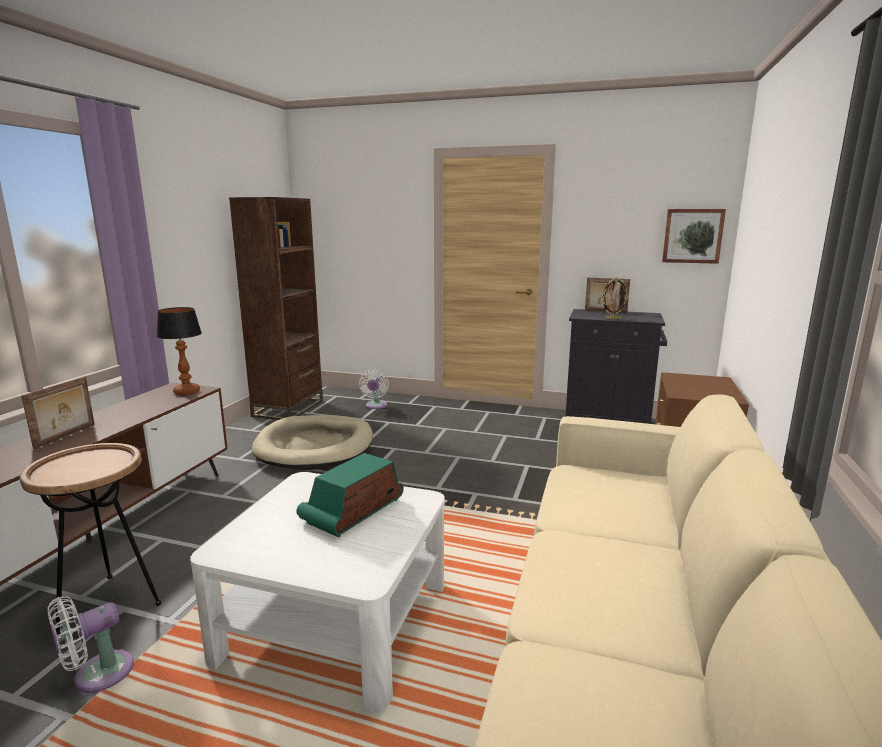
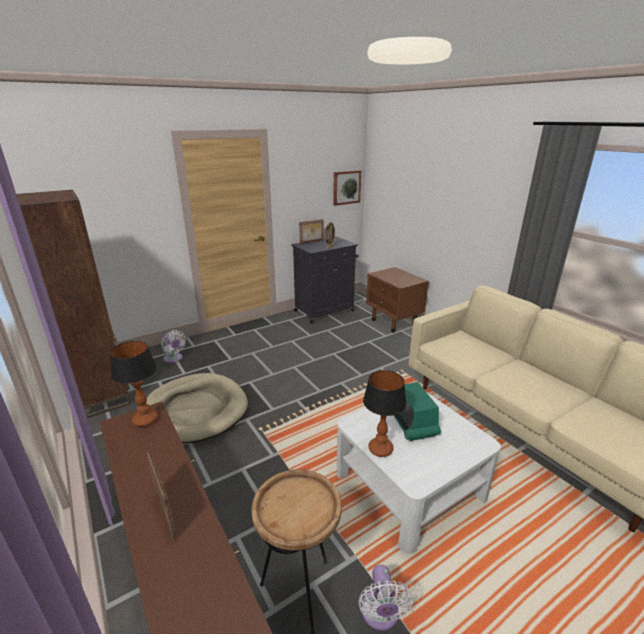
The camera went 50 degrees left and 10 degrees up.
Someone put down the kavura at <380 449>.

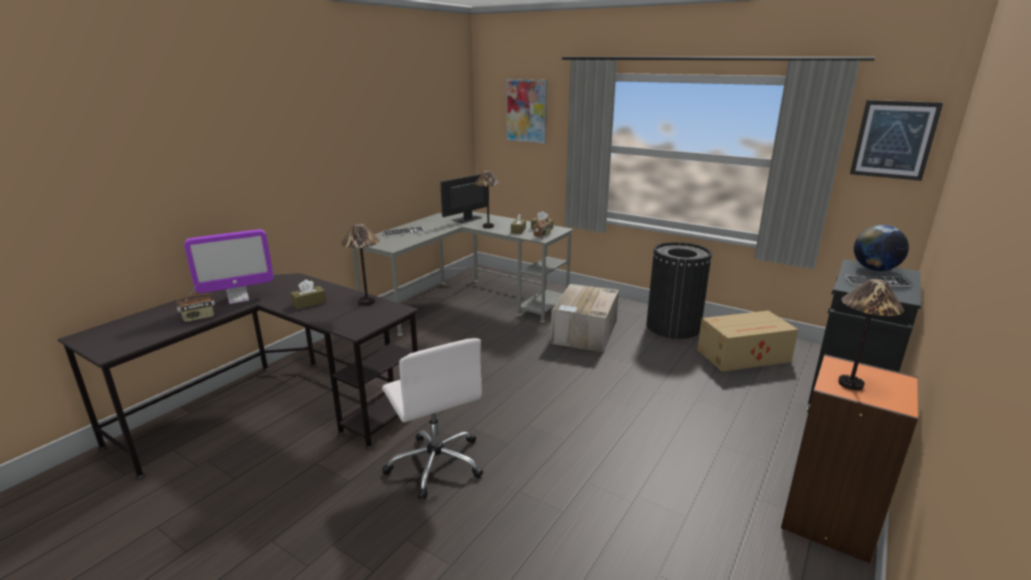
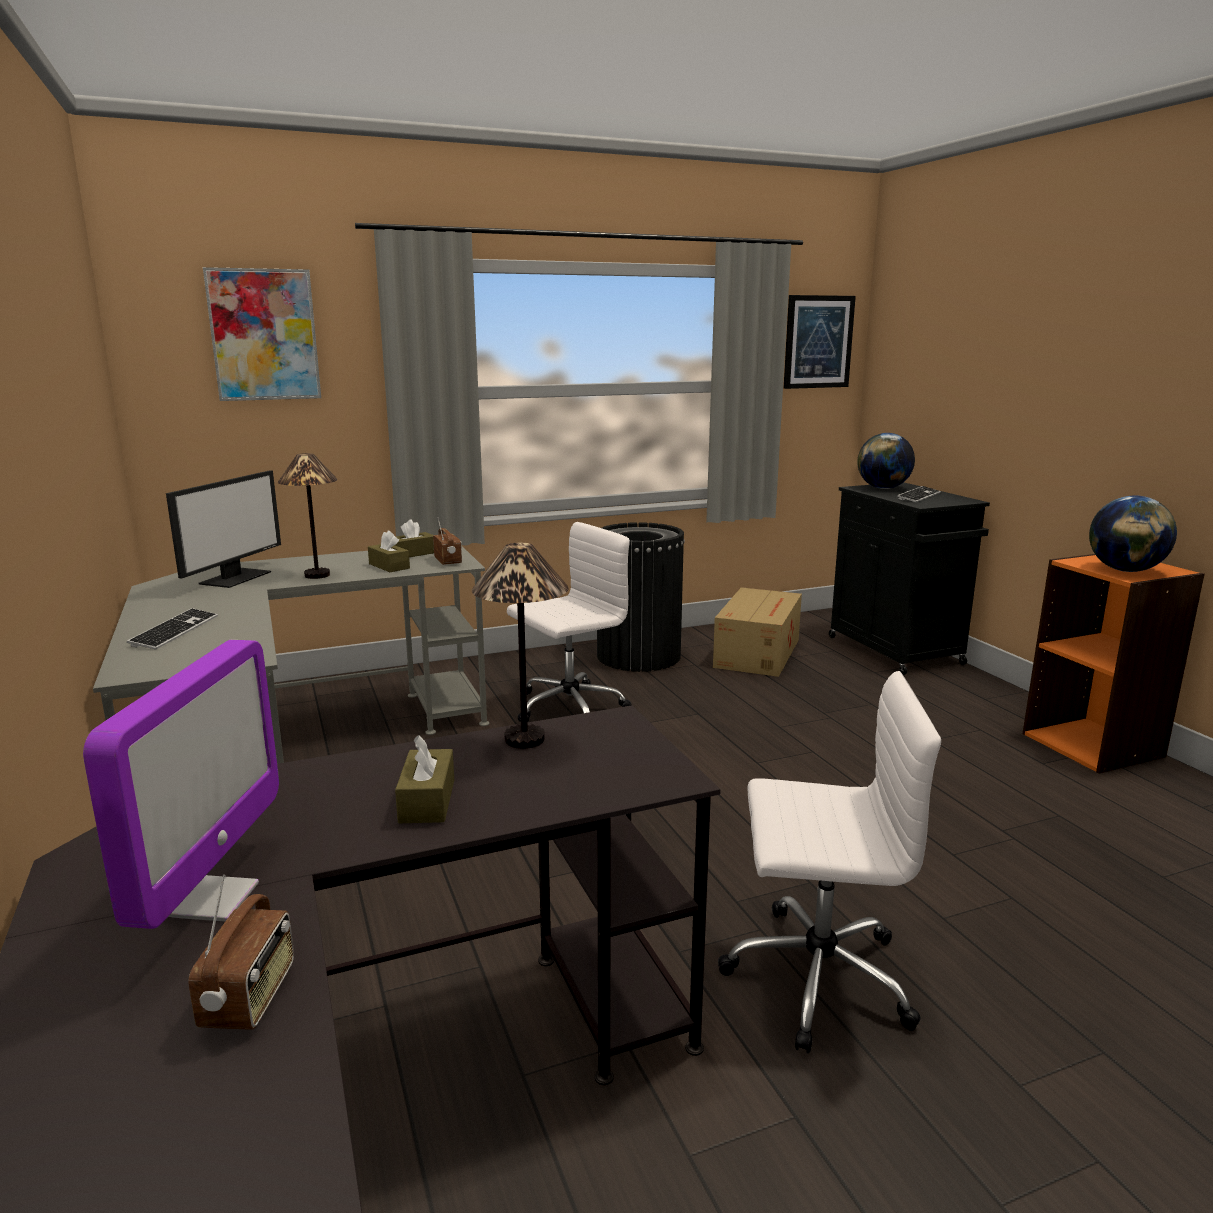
The camera went 55 degrees left and 5 degrees down.
Someone swapped the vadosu at <584 332> for the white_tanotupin at <568 709>.
Someone swapped the kavura at <850 384> for the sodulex at <1125 570>.
Someone rotated the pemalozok at <466 219> by 150 degrees counterclockwise.

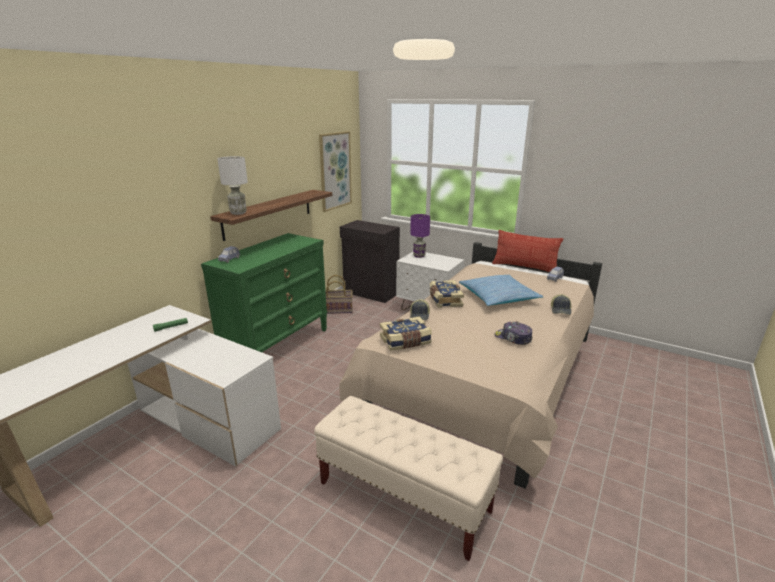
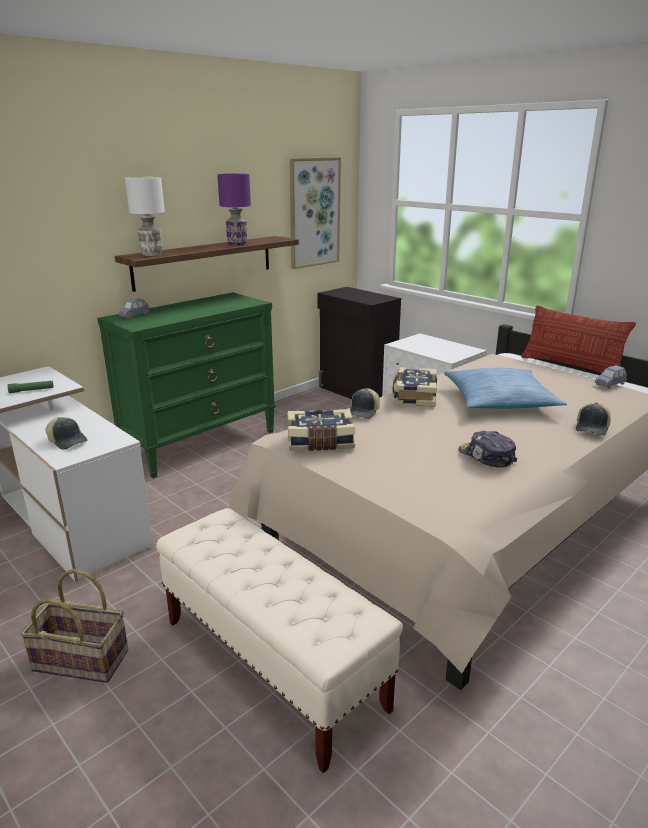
The camera went 15 degrees right and 0 degrees up.
Someone put down the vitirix at <68 441>.
Someone carried the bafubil from <337 309> to <82 659>.
Someone carried the purple_kavura from <419 256> to <237 244>.

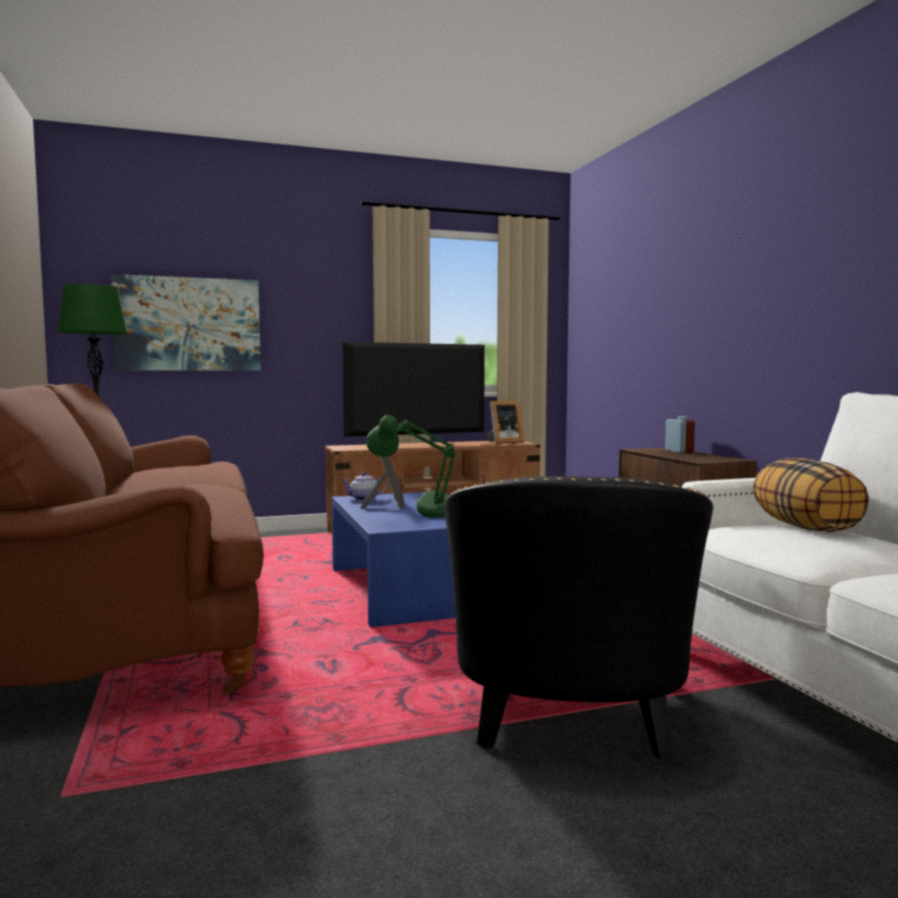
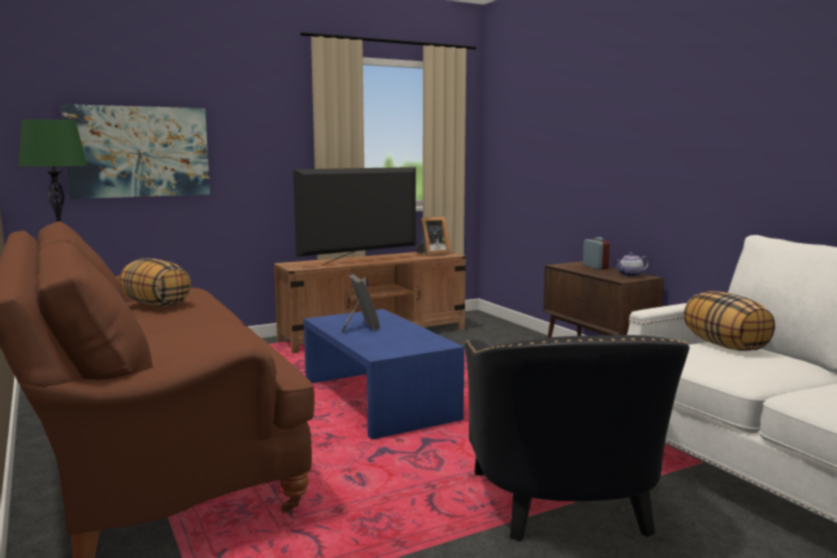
The camera went 10 degrees left and 5 degrees up.
Someone took away the green_kavura at <417 520>.
Someone put down the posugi at <156 304>.
Someone carried the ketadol from <363 499> to <630 275>.

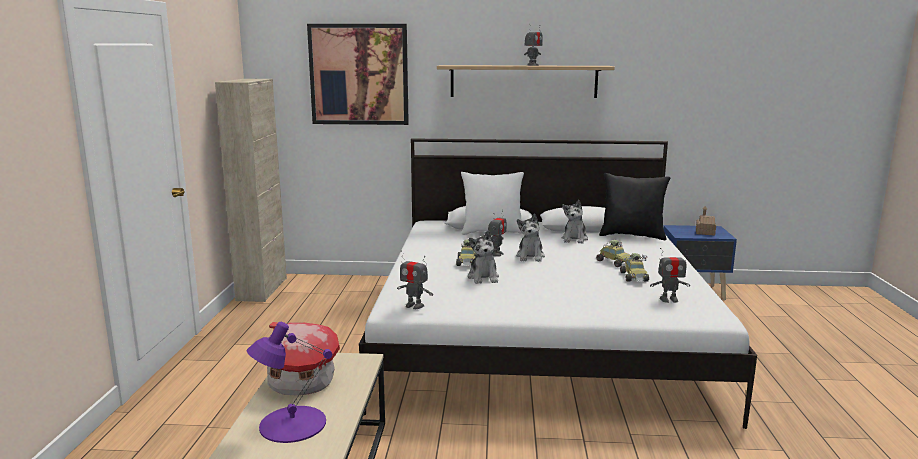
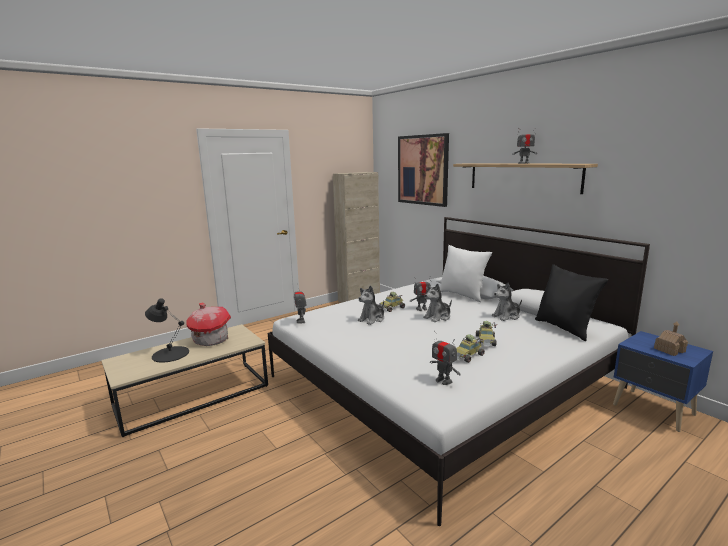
The camera went 50 degrees right and 0 degrees up.
Someone repainted the purple_kavura at <291 424>, which became the black_kavura at <170 354>.

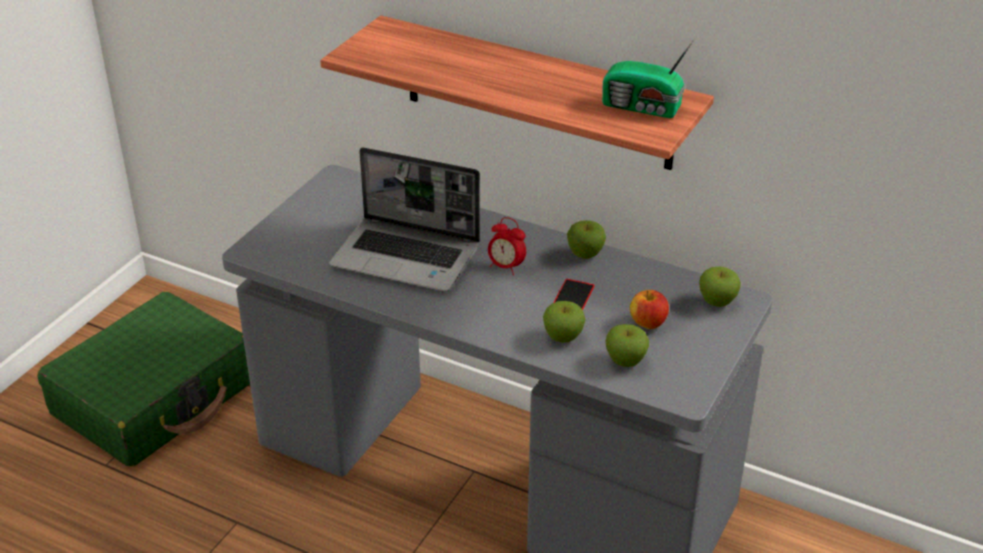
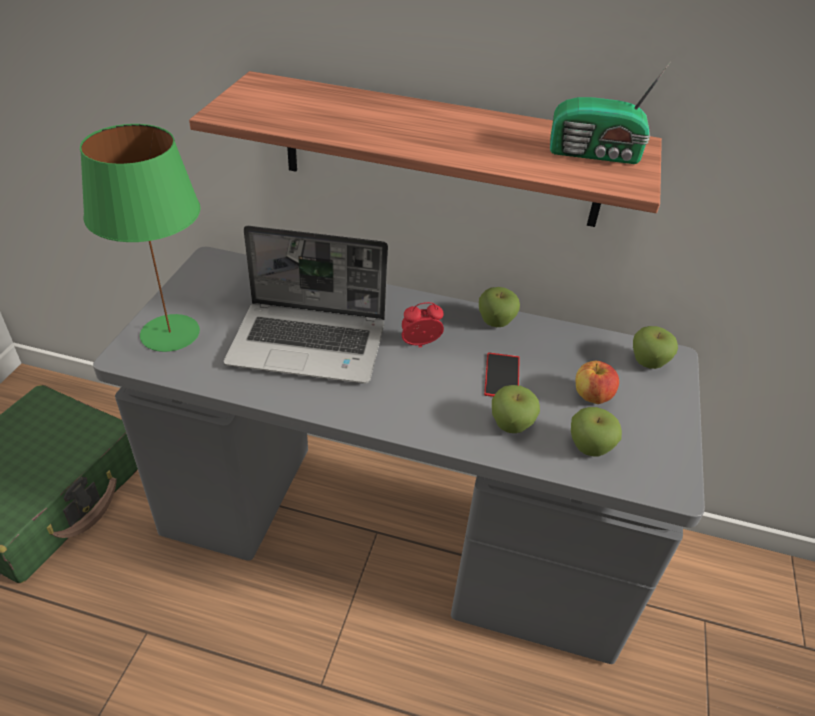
The camera went 15 degrees left and 5 degrees up.
Someone put down the green_kavura at <169 333>.
Someone rotated the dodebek at <506 267> by 150 degrees clockwise.

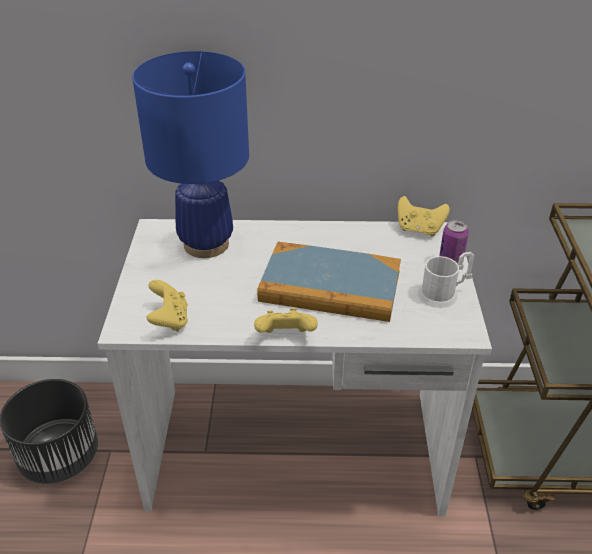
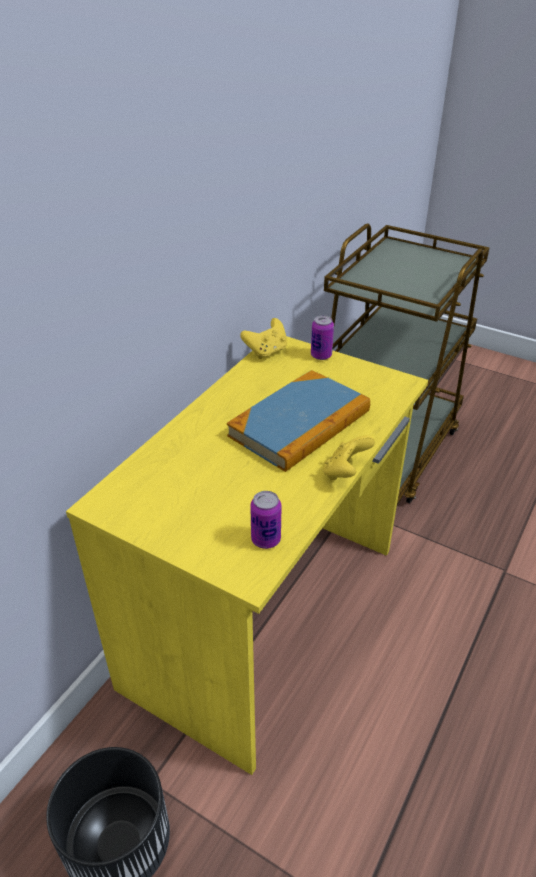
The camera went 60 degrees left and 0 degrees up.
Someone took away the blue_kavura at <206 244>.
Someone took away the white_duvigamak at <443 294>.
Someone swapped the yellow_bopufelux at <169 320> for the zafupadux at <266 539>.
Someone repainted the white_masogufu at <297 452>, which became the yellow_masogufu at <268 615>.

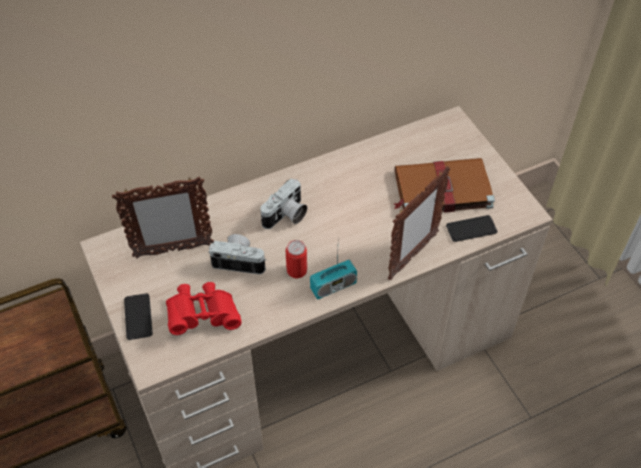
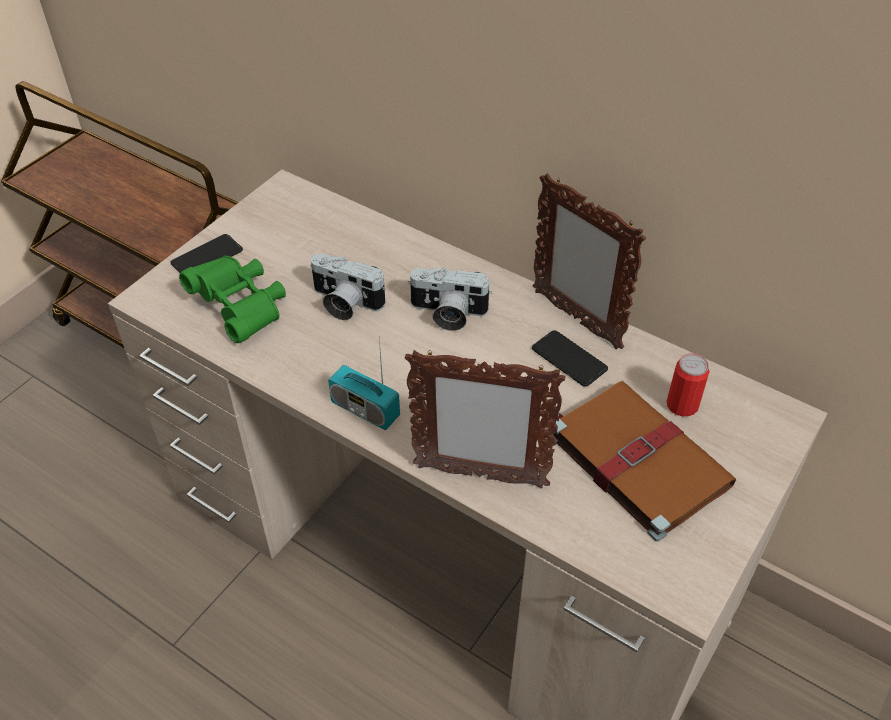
The camera went 60 degrees right and 5 degrees down.
Someone carried the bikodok from <172 250> to <575 319>.
Someone carried the zafupadux from <297 270> to <682 405>.
Someone carried the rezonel from <471 229> to <569 359>.
Someone repainted the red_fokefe at <203 315>, which became the green_fokefe at <241 308>.
Someone rotated the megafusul at <240 260> by 135 degrees clockwise.

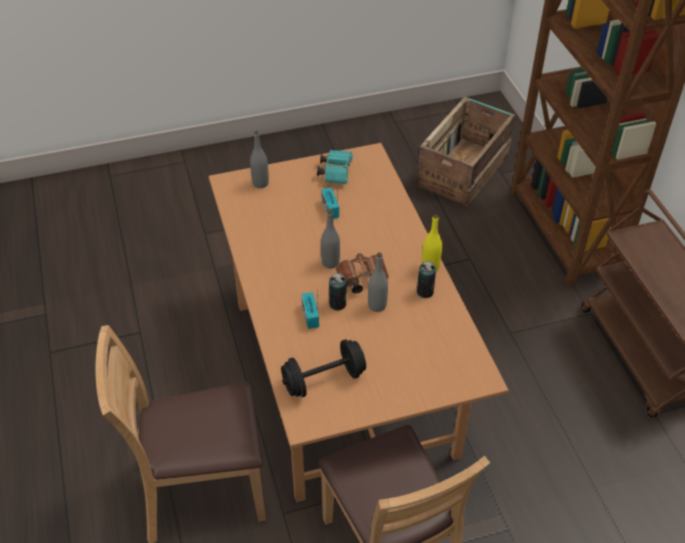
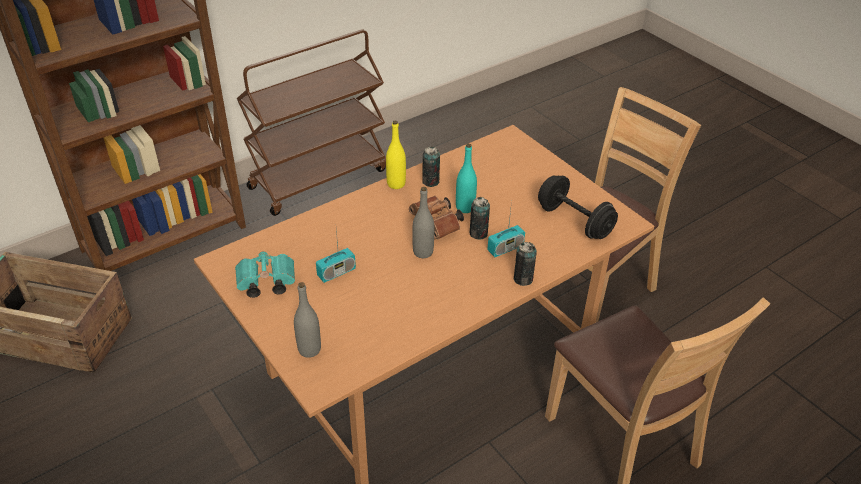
The camera went 110 degrees left and 5 degrees down.
Someone put down the zafupadux at <523 279>.
Someone repainted the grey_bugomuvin at <377 305>, which became the turquoise_bugomuvin at <465 208>.

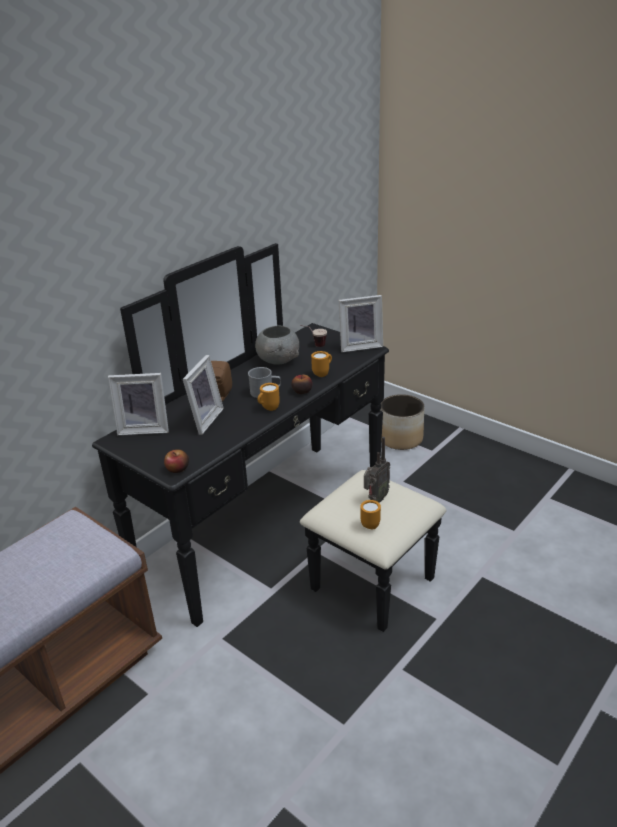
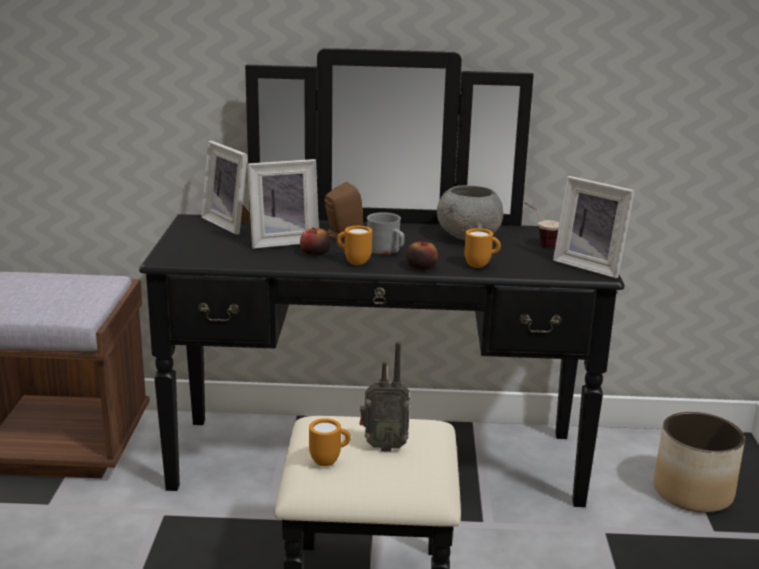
The camera went 50 degrees right and 10 degrees down.
Someone carried the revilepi from <178 469> to <315 253>.

